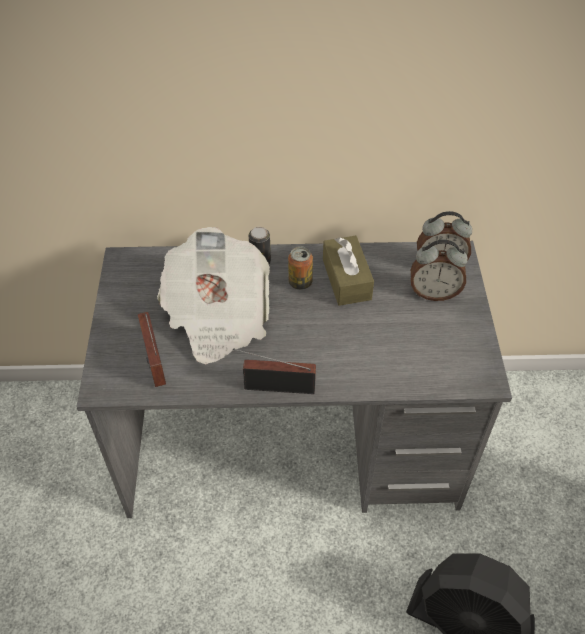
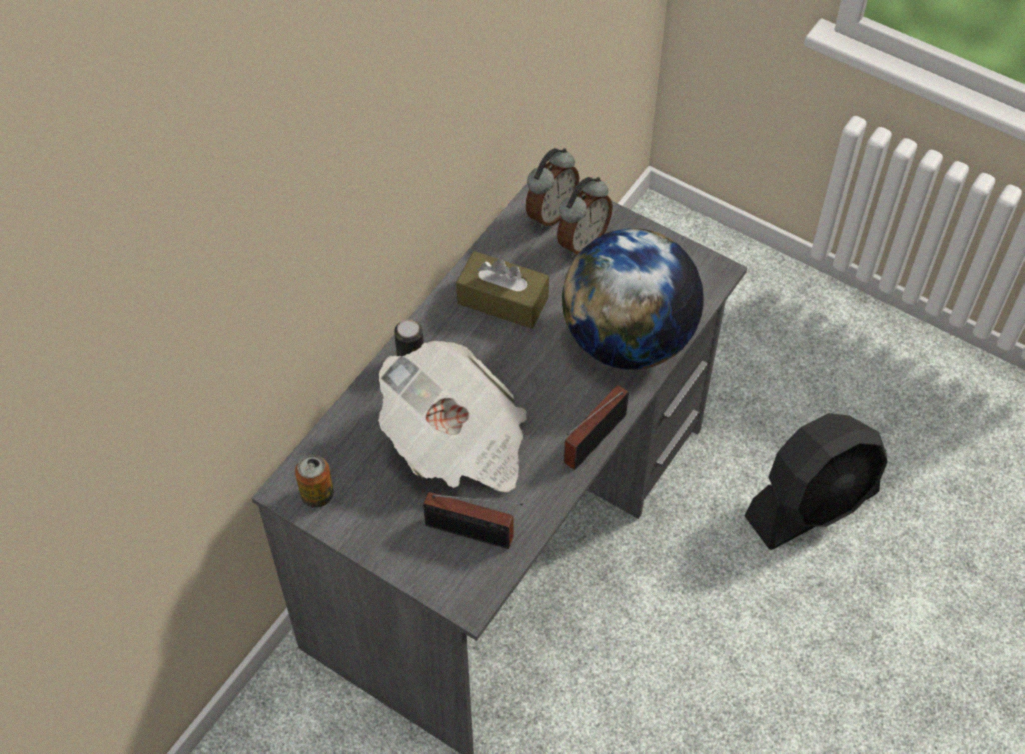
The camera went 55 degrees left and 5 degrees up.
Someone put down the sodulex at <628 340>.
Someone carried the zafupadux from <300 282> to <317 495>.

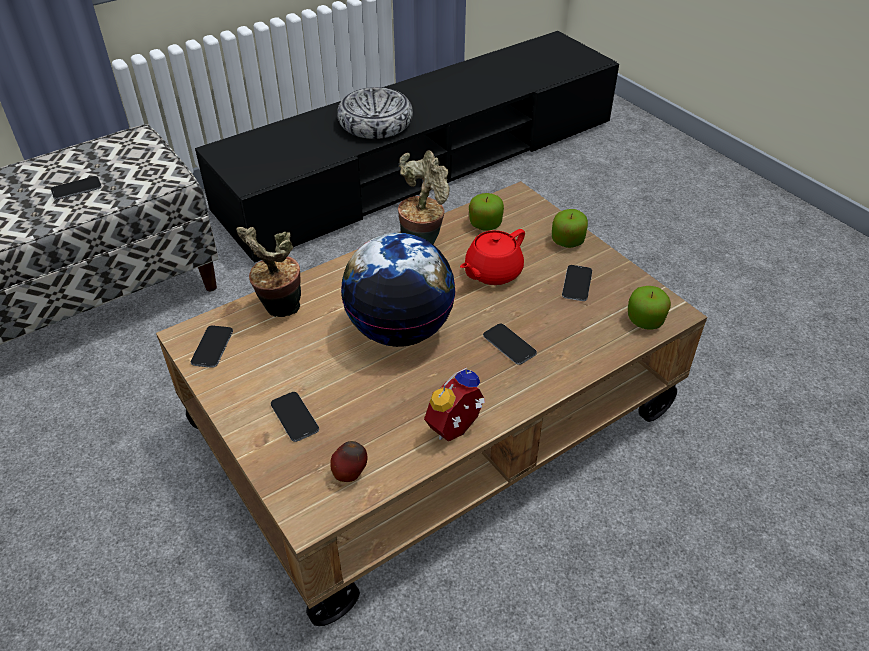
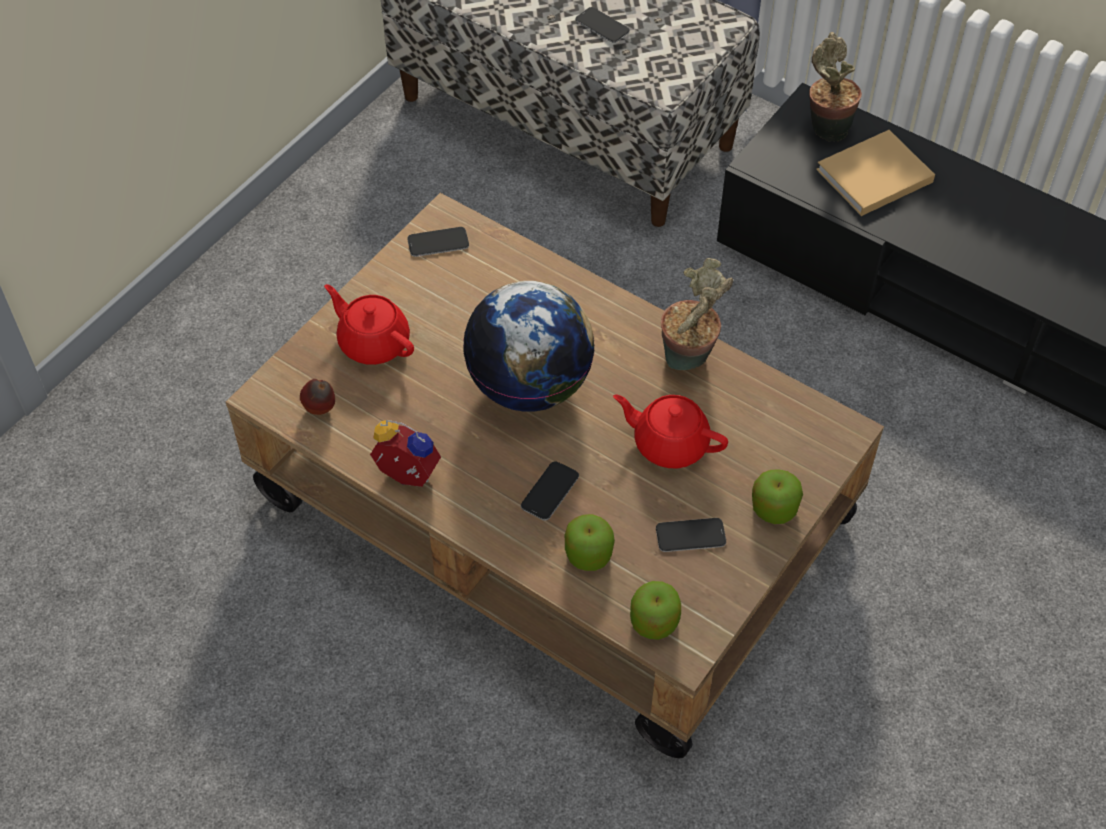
The camera went 70 degrees right and 10 degrees up.
Someone took away the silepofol at <375 124>.
Someone put down the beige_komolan at <871 177>.
Someone carried the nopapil from <279 309> to <825 128>.
Someone carried the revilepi from <485 224> to <588 554>.
Someone swapped the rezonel at <294 417> for the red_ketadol at <373 342>.

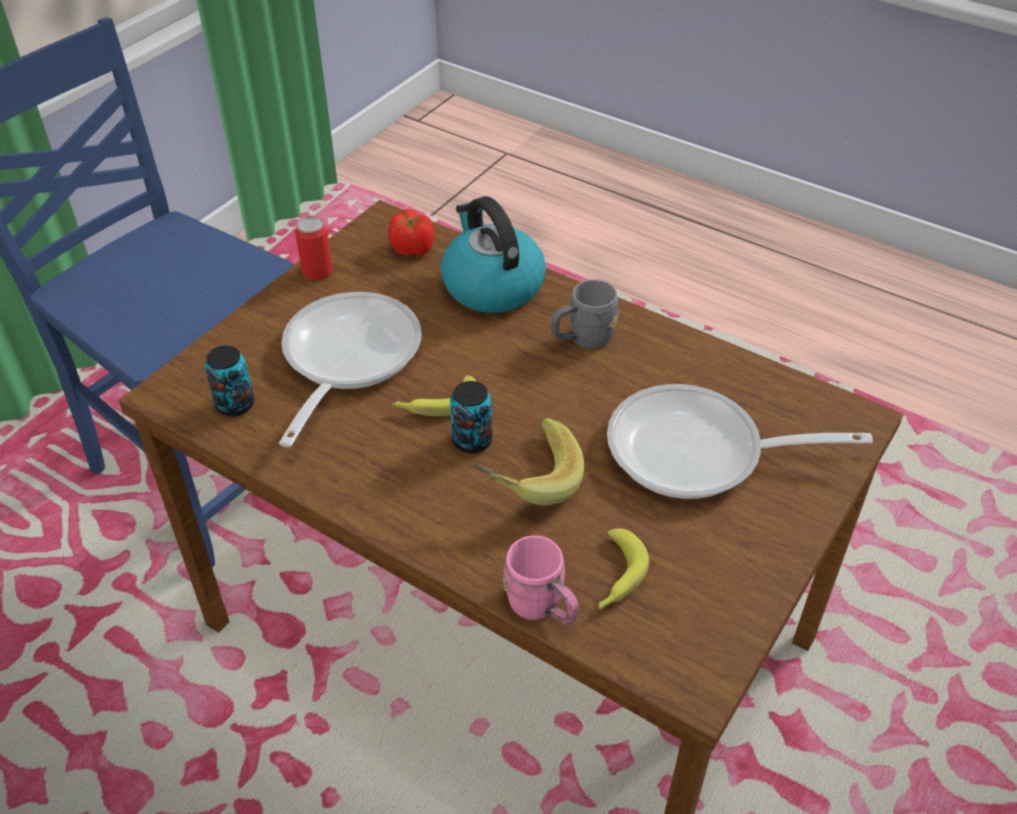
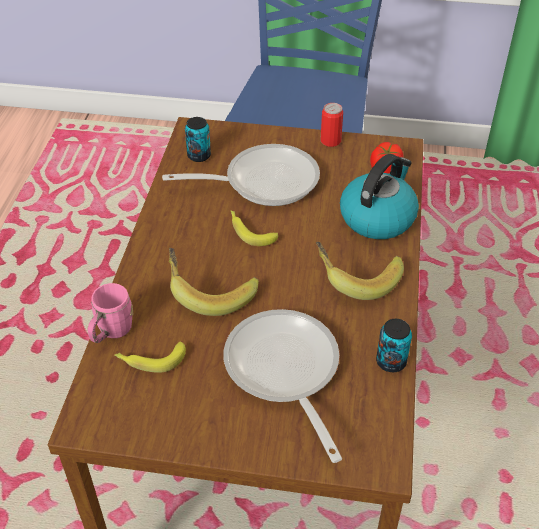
The camera went 65 degrees right and 0 degrees up.
Someone carried the zafupadux from <472 441> to <391 362>.
Someone swapped the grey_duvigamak at <582 340> for the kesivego at <356 278>.

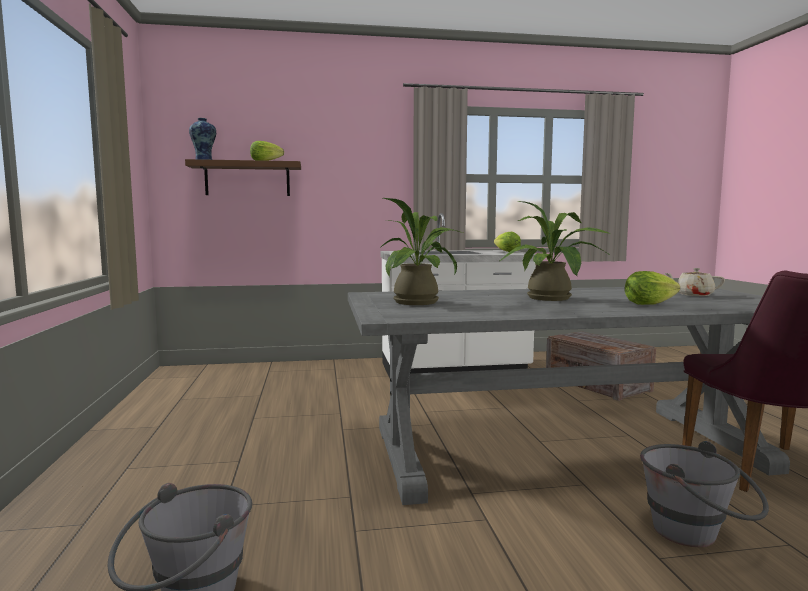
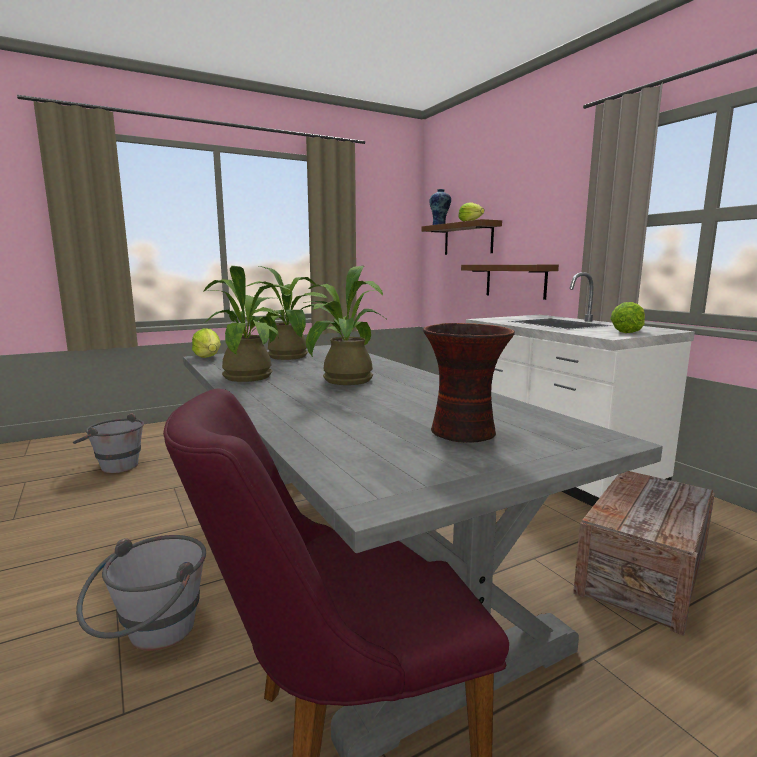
The camera went 70 degrees right and 5 degrees up.
Someone put down the nopapil at <251 376>.
Someone put up the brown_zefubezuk at <515 281>.
Someone carried the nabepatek from <648 304> to <208 357>.
Someone swapped the beige_ketadol at <693 295> for the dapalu at <465 433>.

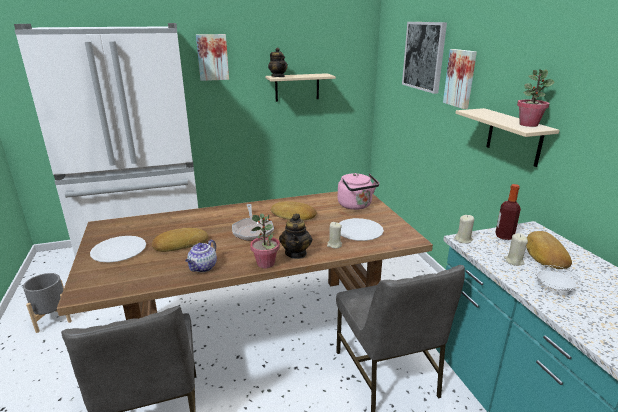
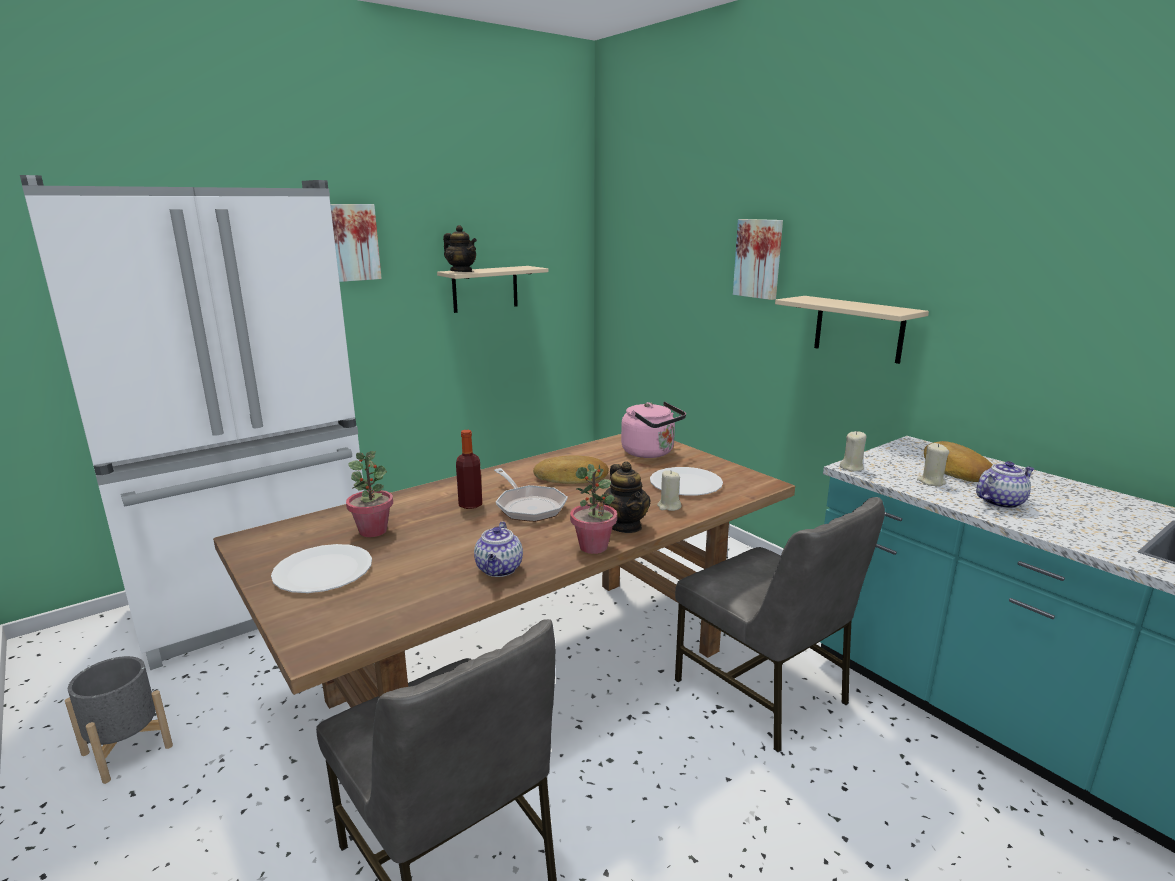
The camera went 20 degrees left and 5 degrees down.
Someone took away the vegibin at <180 244>.
Someone took away the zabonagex at <424 56>.
Someone carried the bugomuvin from <504 236> to <470 504>.
Someone carried the nopapil from <528 124> to <373 531>.
Someone swapped the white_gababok at <554 287> for the ketadol at <1000 502>.

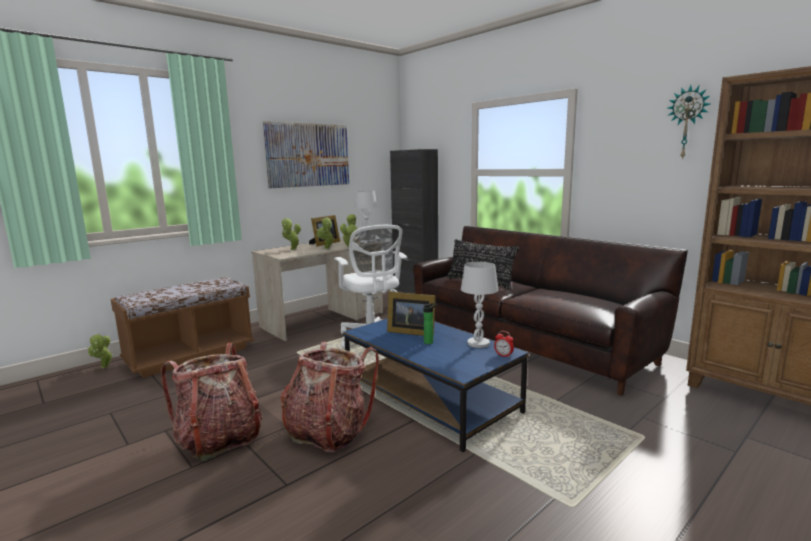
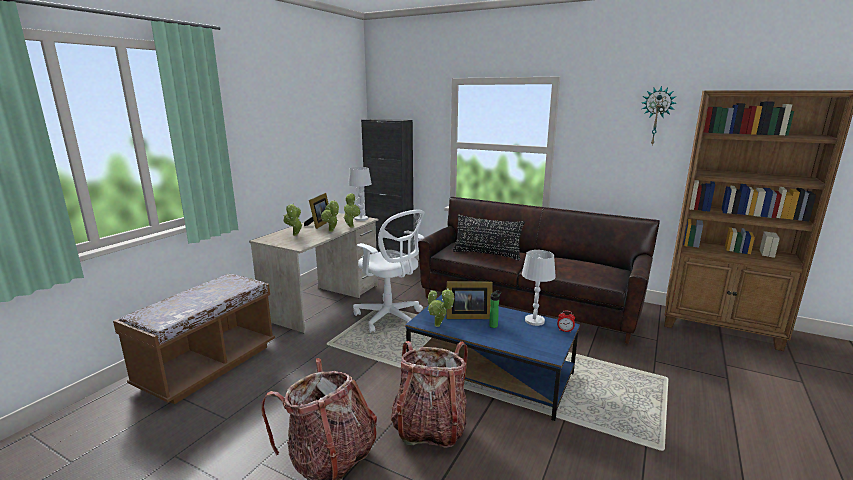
The camera went 20 degrees left and 5 degrees up.
Someone took away the zabonagex at <308 155>.
Someone carried the nopapil from <104 368> to <439 326>.

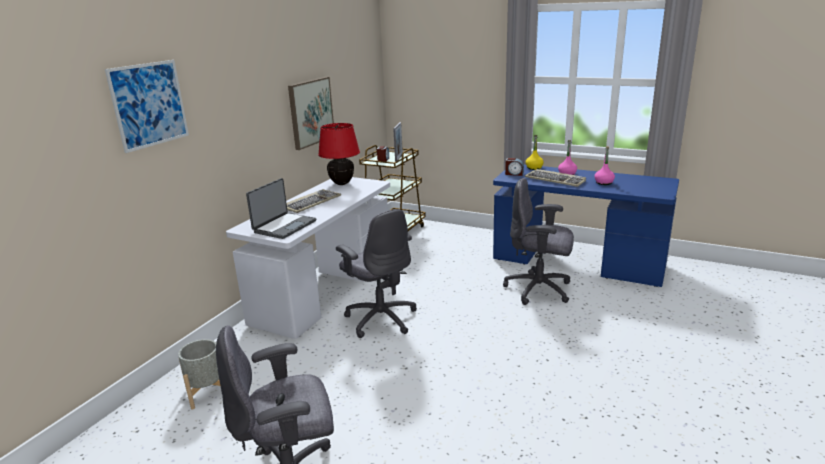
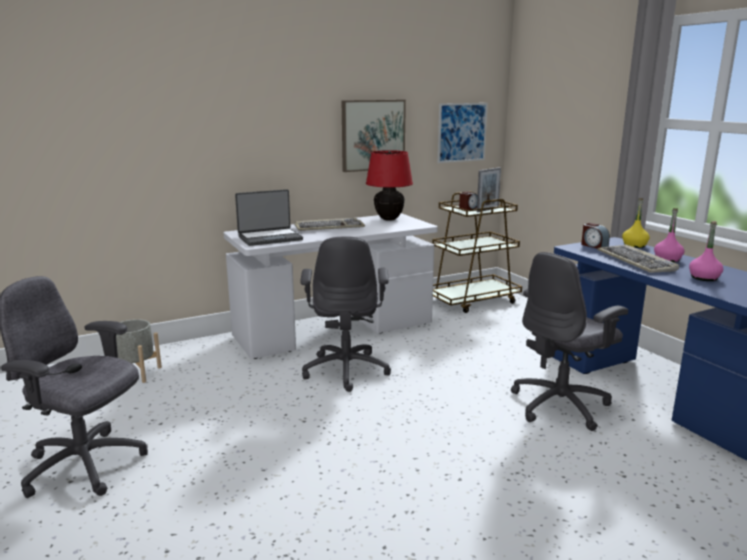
The camera went 35 degrees right and 5 degrees down.
Someone carried the zabonagex from <149 104> to <462 132>.
Someone rotated the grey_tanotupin at <539 290> by 90 degrees counterclockwise.

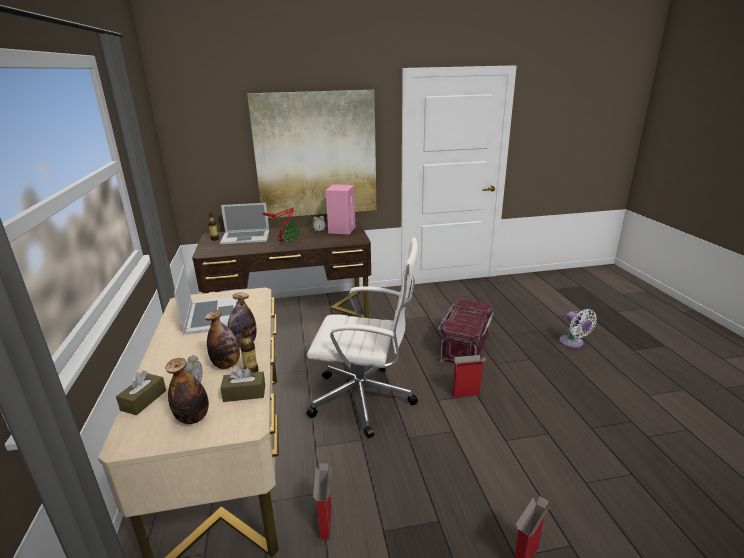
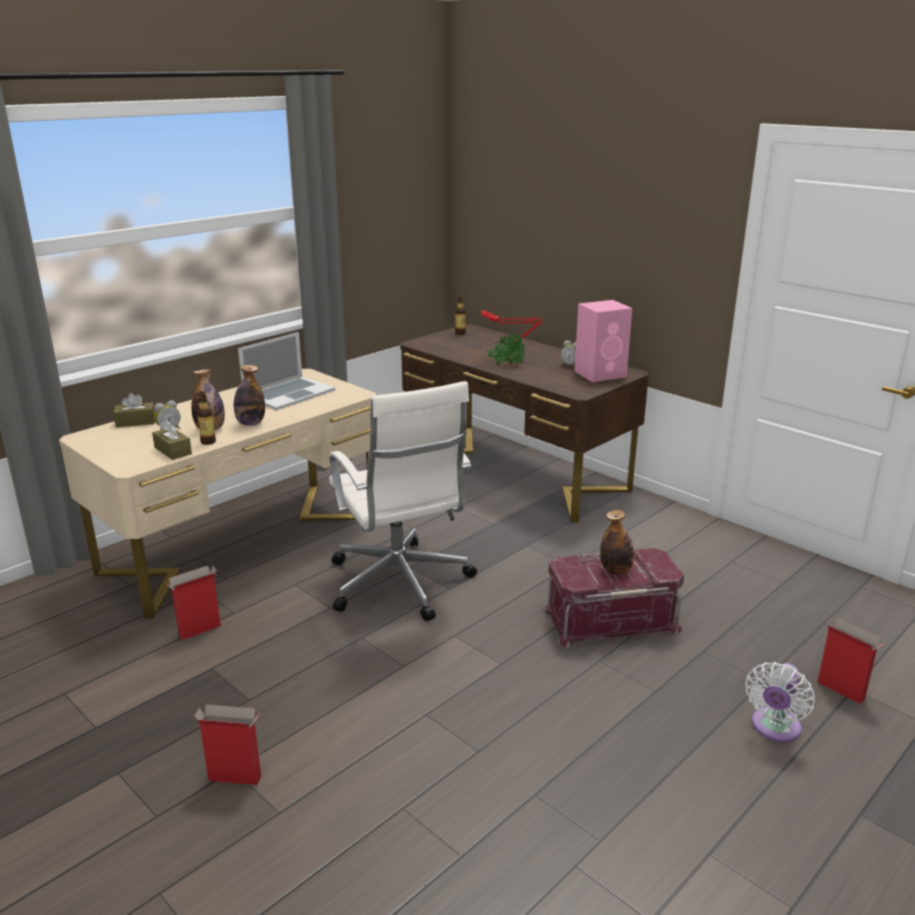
The camera went 55 degrees right and 0 degrees up.
Someone took away the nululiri at <245 237>.
Someone took away the zabonagex at <316 155>.
Someone carried the bugomuvin from <193 418> to <615 570>.
Someone carried the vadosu from <466 394> to <841 691>.

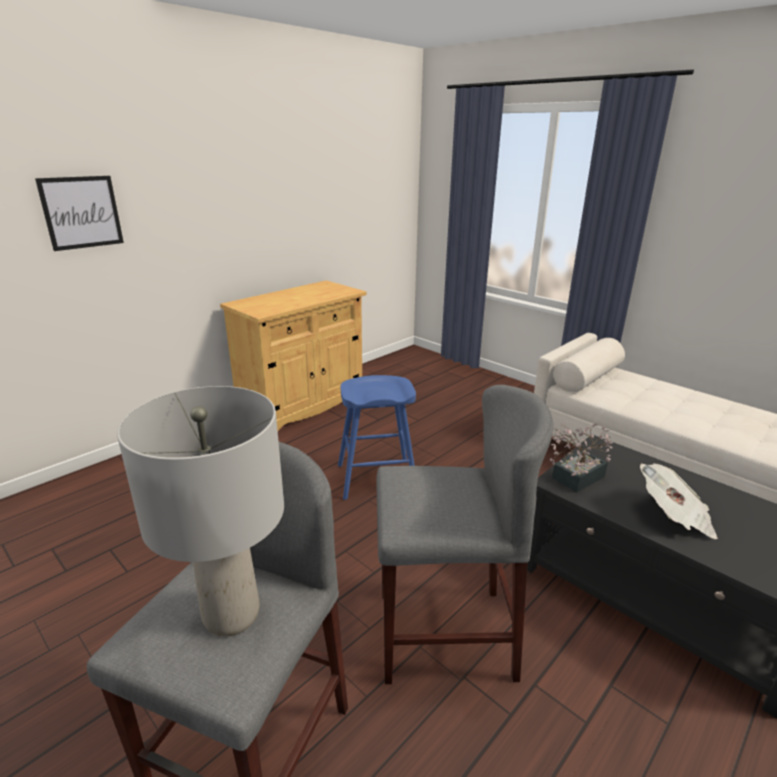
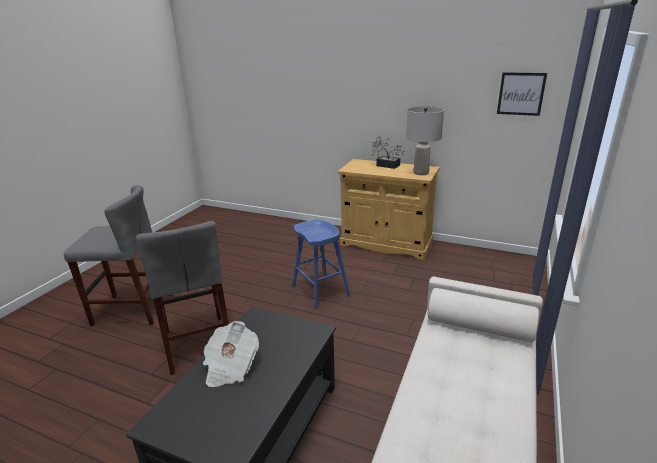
The camera went 70 degrees right and 0 degrees up.
Someone carried the zabonagex from <81 212> to <521 94>.
Someone carried the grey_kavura from <232 615> to <421 173>.
Someone carried the nopapil from <573 479> to <385 165>.

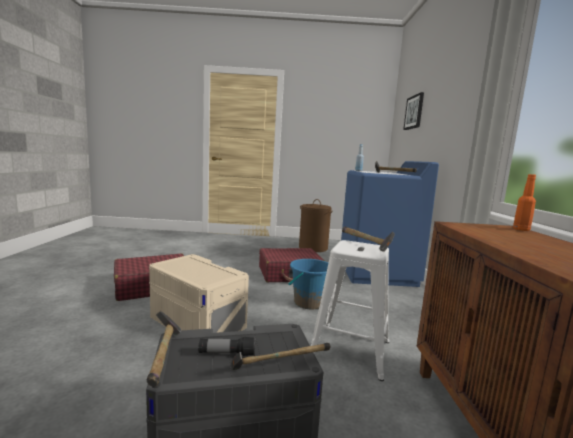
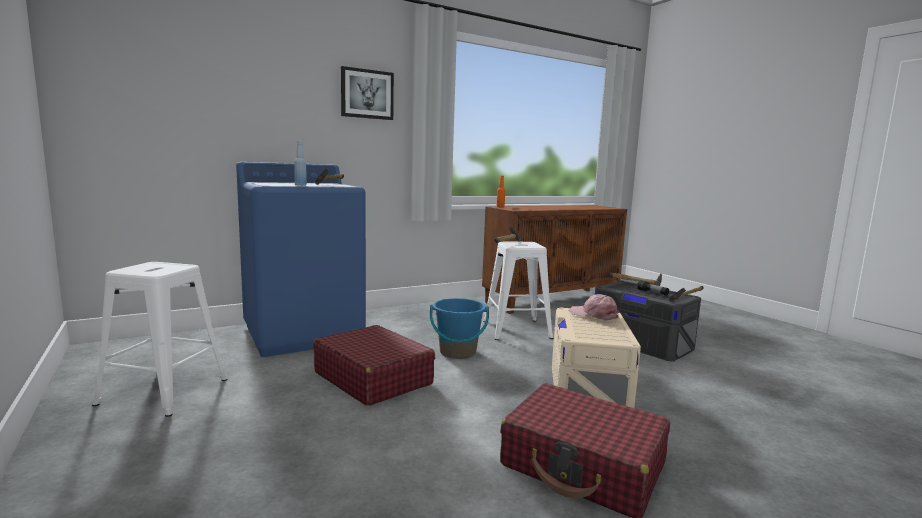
The camera went 120 degrees left and 0 degrees up.
Someone put down the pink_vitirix at <594 314>.
Someone carried the zabonagex from <414 112> to <367 94>.
Someone swapped the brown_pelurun at <313 248> for the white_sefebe at <164 392>.

